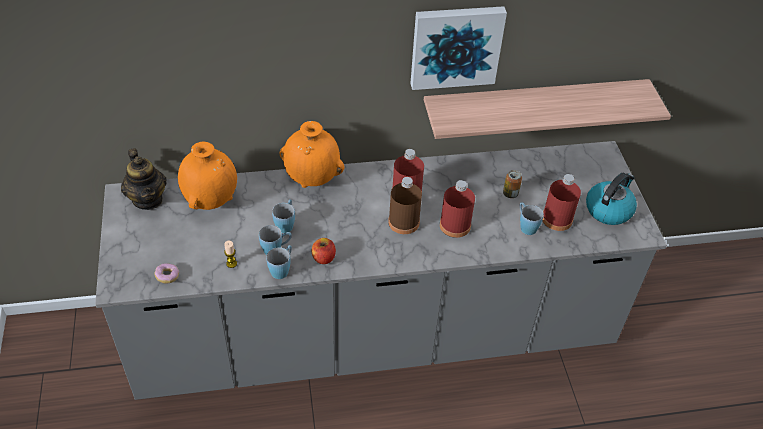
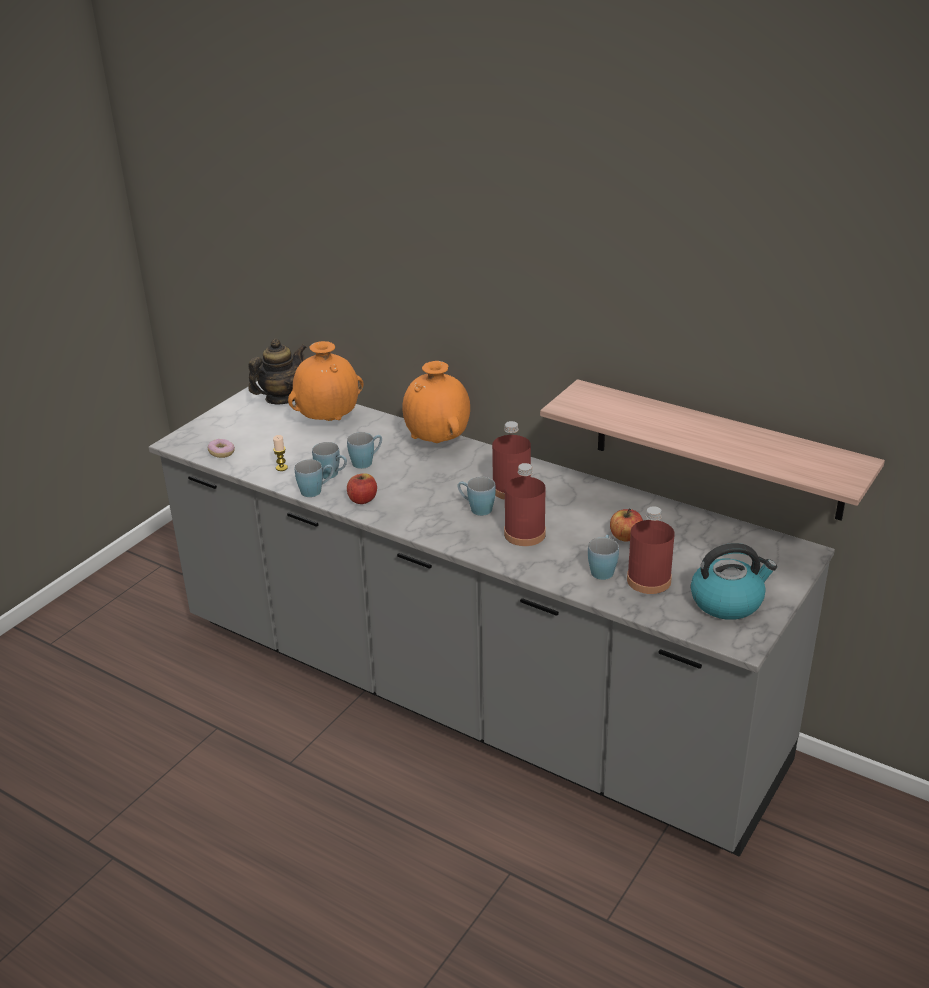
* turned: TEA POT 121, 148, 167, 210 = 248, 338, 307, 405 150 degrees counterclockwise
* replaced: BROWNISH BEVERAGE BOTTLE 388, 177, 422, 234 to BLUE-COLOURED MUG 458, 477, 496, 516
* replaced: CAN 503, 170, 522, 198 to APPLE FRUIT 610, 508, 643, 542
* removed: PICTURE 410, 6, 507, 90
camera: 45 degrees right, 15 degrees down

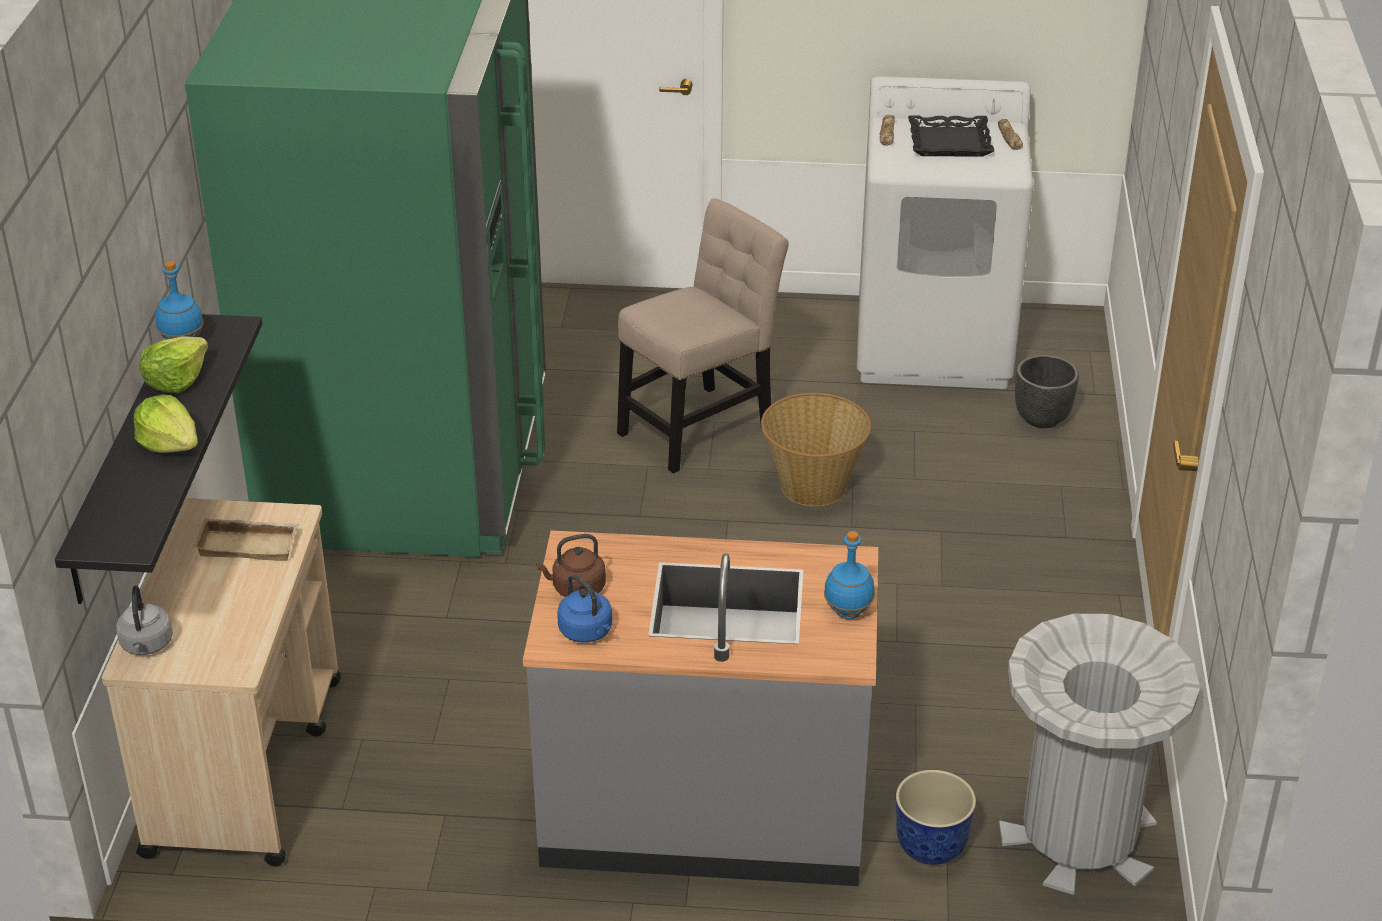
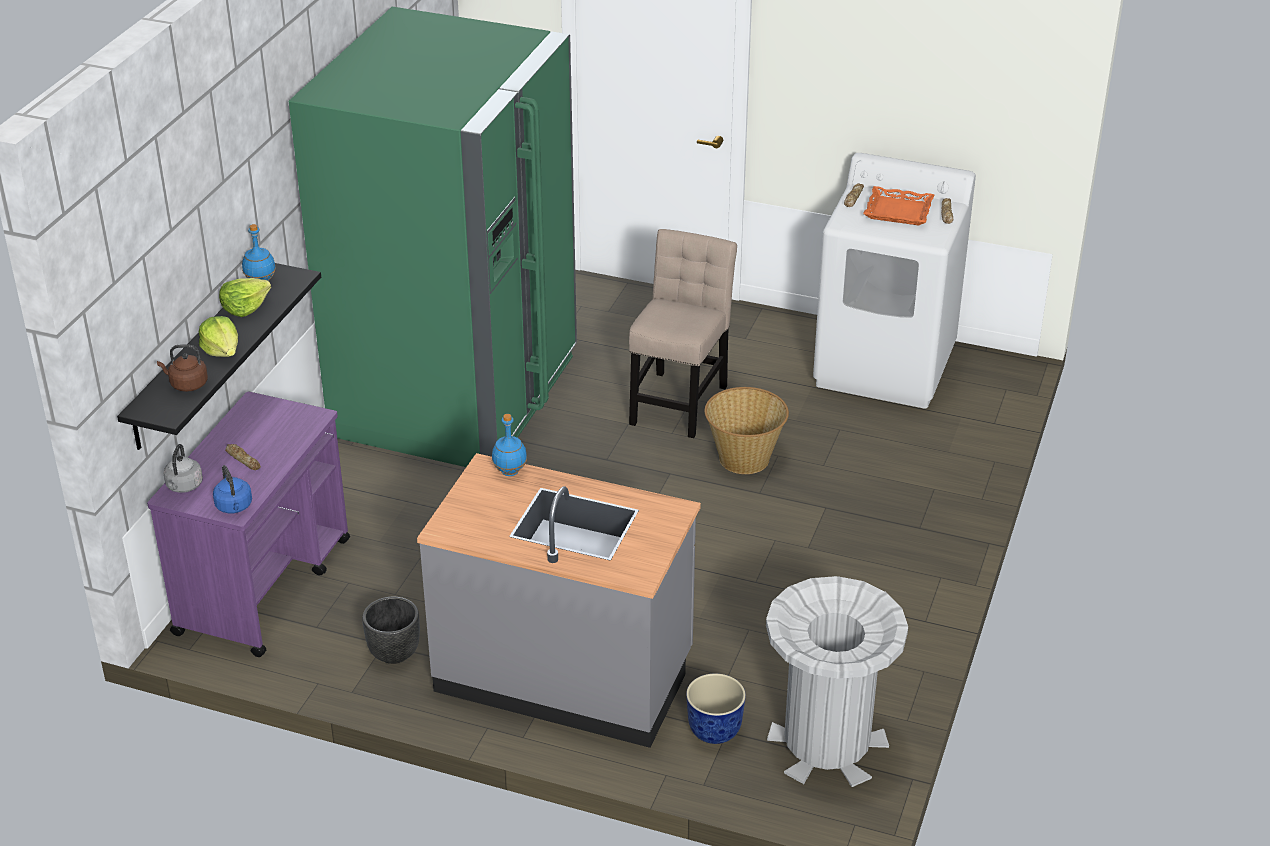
* recoloured: BEIGE WHEELED CART 102, 498, 341, 866 to PURPLISH WHEELED CART 147, 392, 350, 657
* moved: BROWNISH KETTLE 536, 534, 606, 597 to 157, 344, 208, 392
* moved: BLUE-COLOURED KETTLE 557, 574, 612, 643 to 213, 465, 252, 513
* added: BAKERY BREAD 225, 444, 261, 470
* moved: BLACK FLOWER POT 1015, 355, 1079, 428 to 362, 597, 420, 664
* moved: BLUE-COLOURED BEVERAGE BOTTLE 824, 531, 875, 619 to 492, 414, 527, 476
* turned: BEIGE UPRIGHT CHAIR 617, 198, 789, 473 = 629, 229, 737, 438 45 degrees counterclockwise
* recoloured: BLACK TRAY 908, 115, 994, 157 to ORANGEY TRAY 863, 186, 934, 225
* removed: BEIGE TRAY 192, 518, 299, 561
camera: 15 degrees right, 0 degrees up

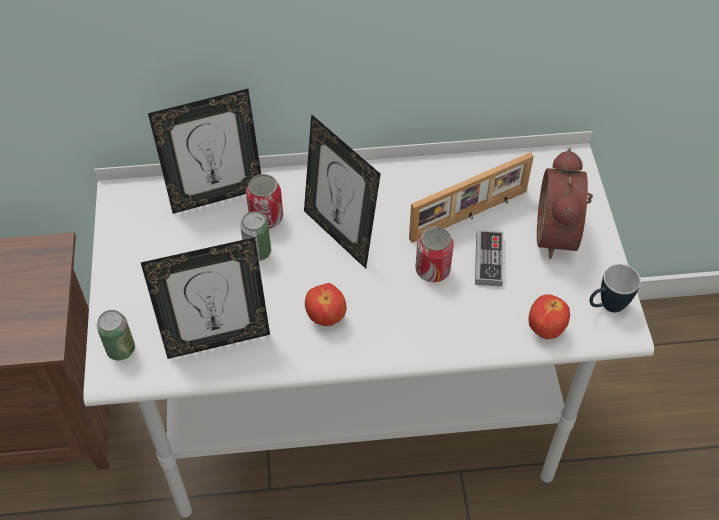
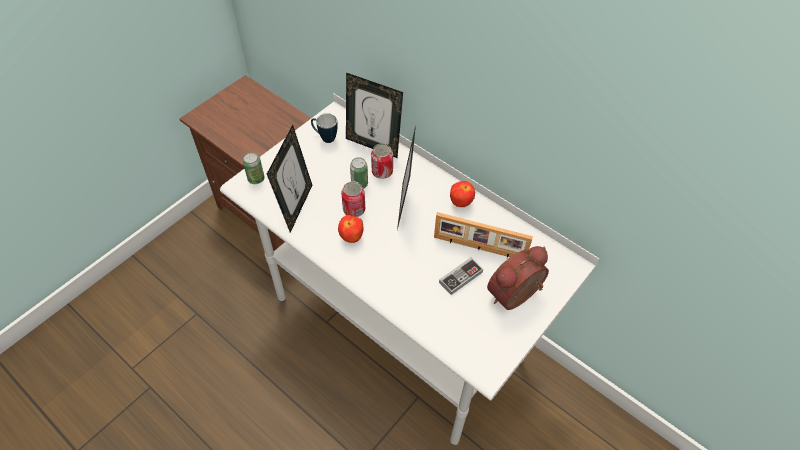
* turned: PHOTO FRAME 141, 237, 270, 359 = 267, 125, 312, 233 105 degrees counterclockwise
* moved: MUG 589, 264, 641, 313 to 311, 113, 338, 143
* moved: CAN 415, 226, 454, 282 to 341, 181, 365, 217
* moved: APPLE FRUIT 528, 294, 570, 339 to 450, 181, 475, 207
camera: 45 degrees right, 0 degrees up

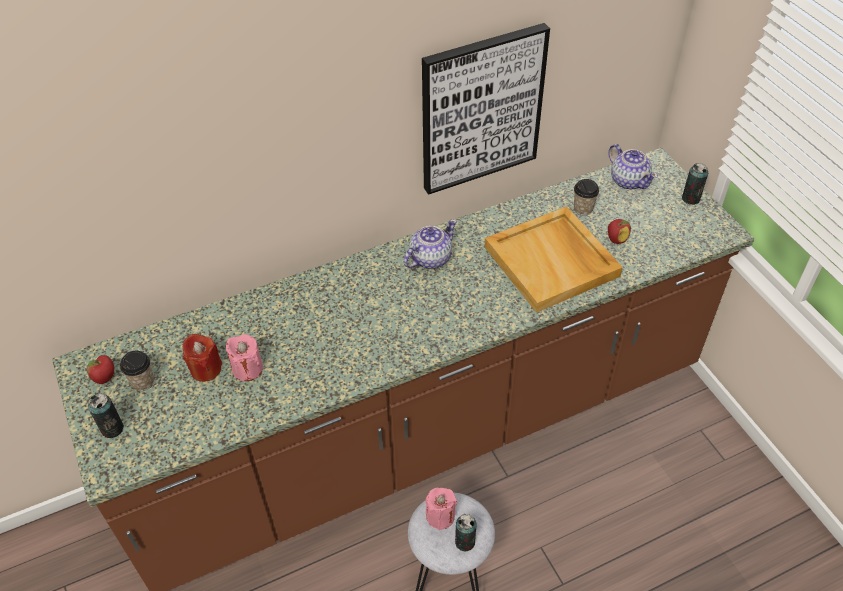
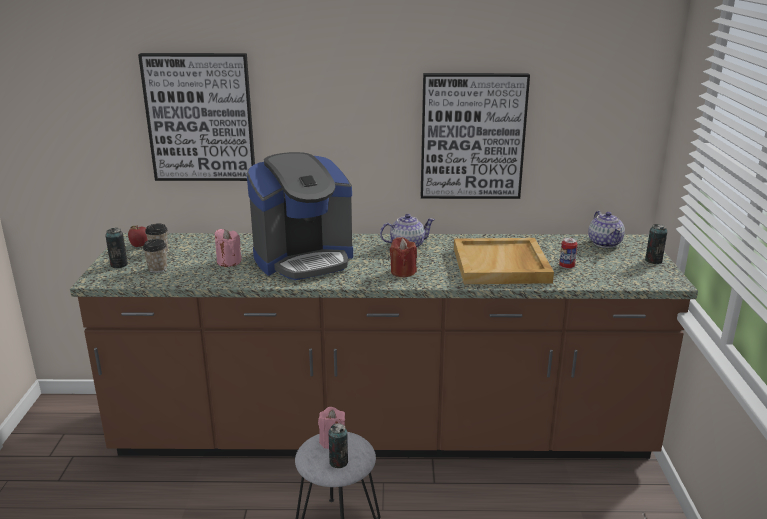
* added: PICTURE 138, 53, 255, 181
* moved: CUP 574, 179, 599, 216 to 143, 239, 167, 273
* added: COFFEE MACHINE 247, 152, 353, 280
* moved: RED-COLOURED CANDLE 183, 334, 222, 382 to 390, 237, 417, 277
* replaced: APPLE FRUIT 608, 219, 631, 244 to CAN 559, 238, 578, 269
camera: 25 degrees right, 25 degrees down

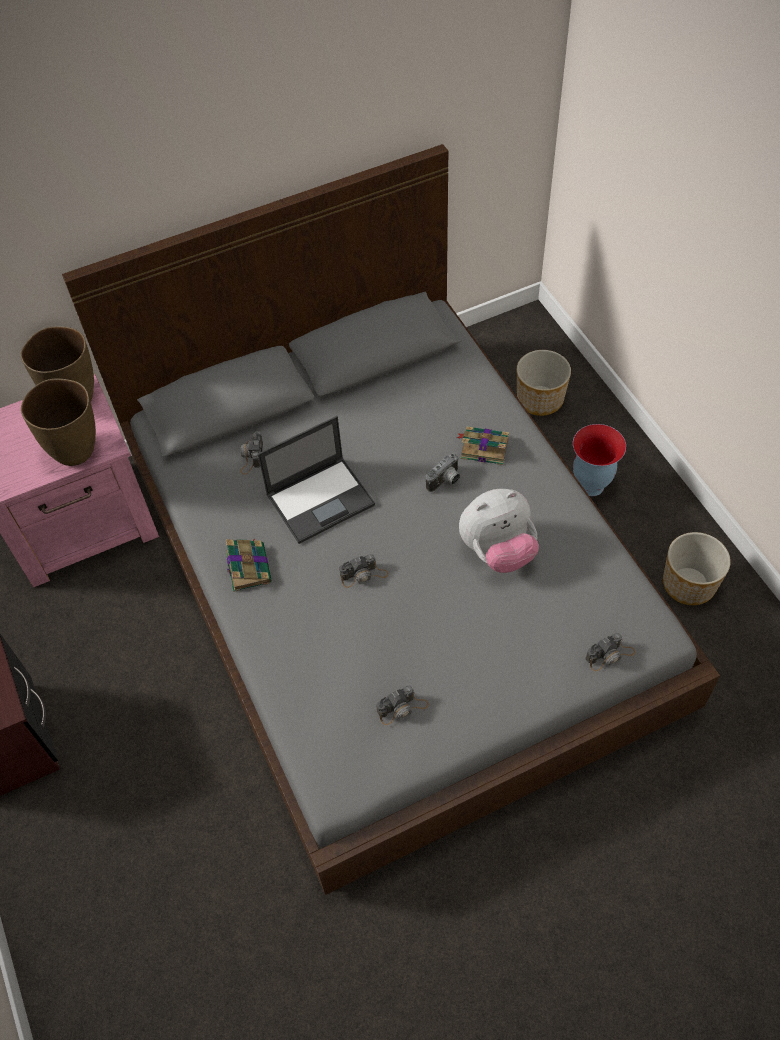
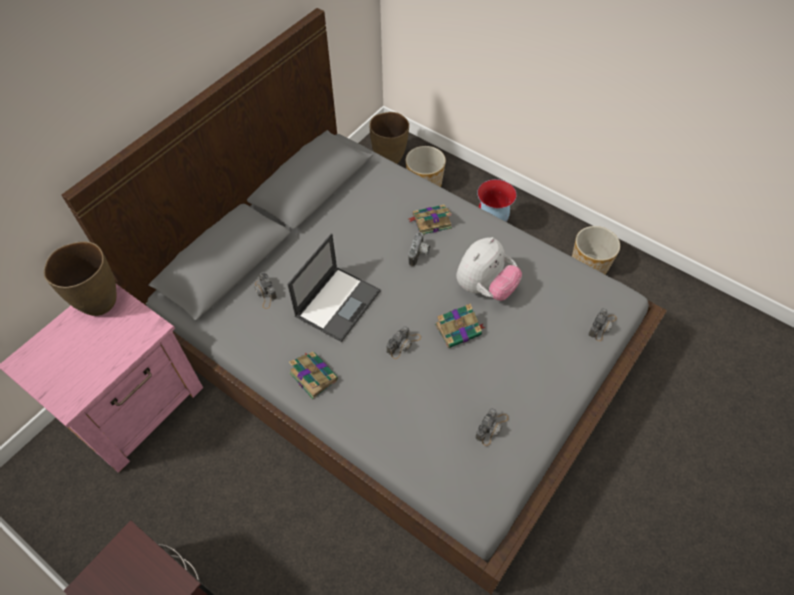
* moved: BROWNISH FLOWER VASE 21, 379, 96, 466 to 369, 112, 409, 164
* added: BOUND BOOK 435, 303, 485, 348
camera: 30 degrees left, 0 degrees up

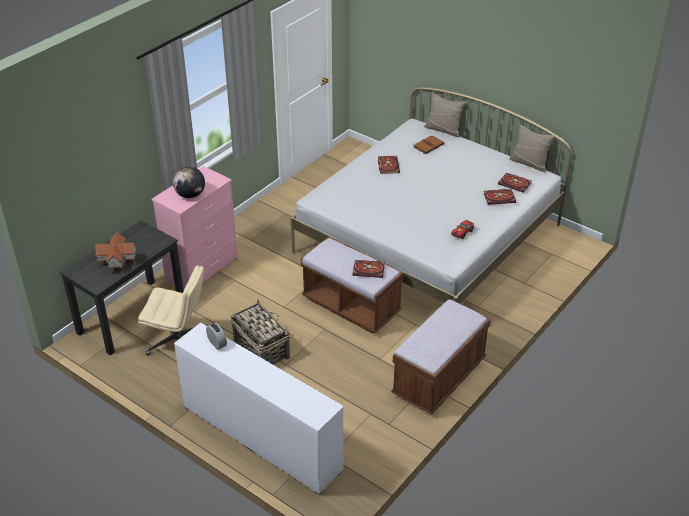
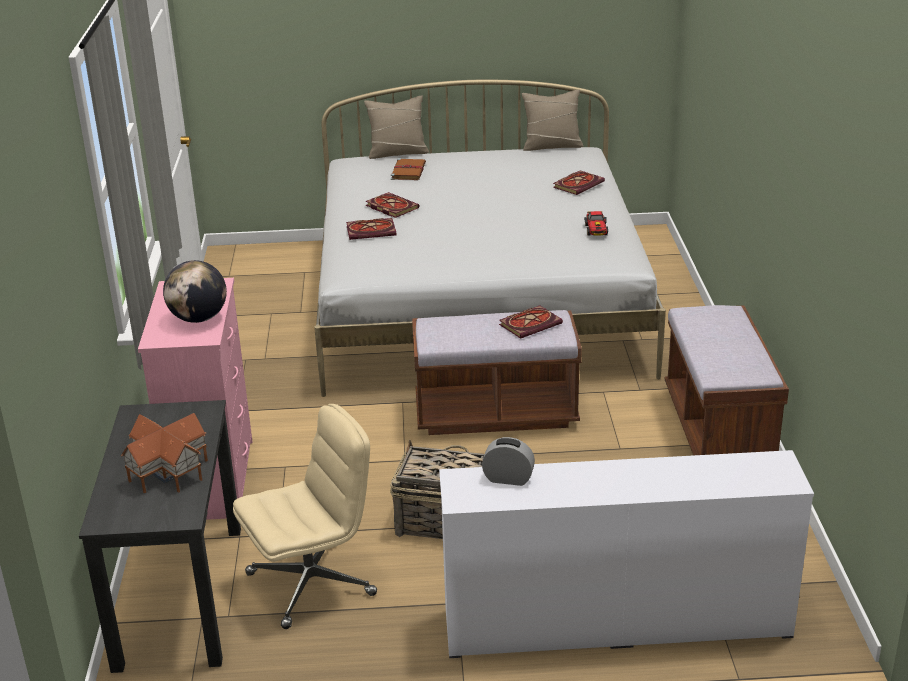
* moved: BOUND BOOK 498, 173, 531, 193 to 346, 218, 396, 240
camera: 40 degrees left, 10 degrees down

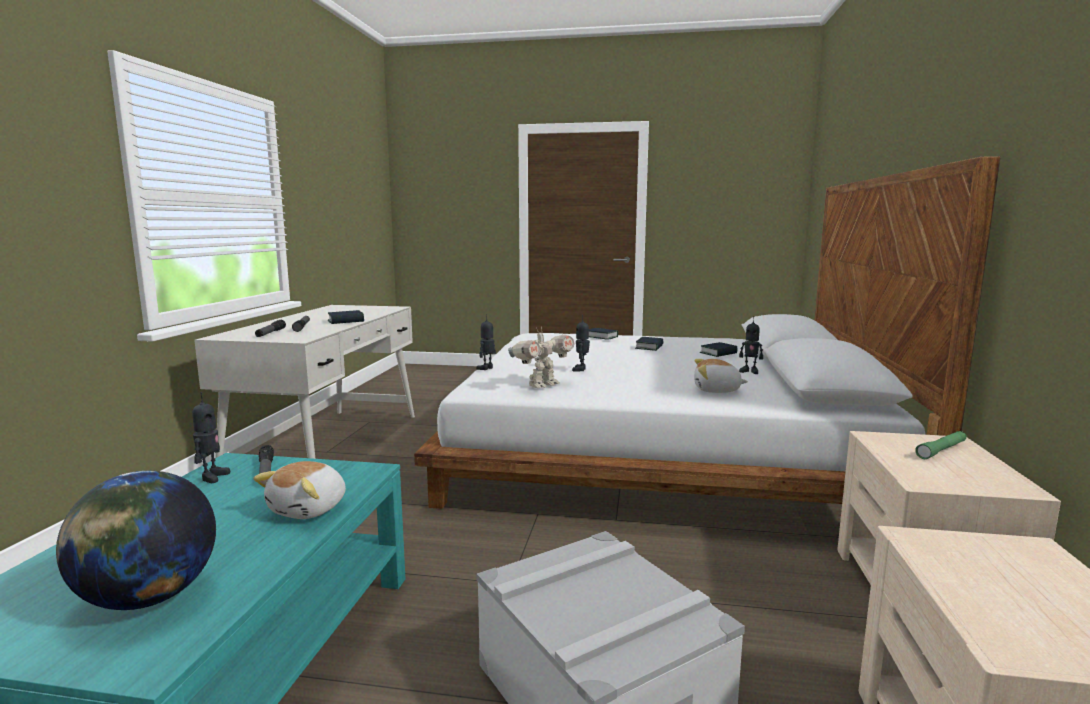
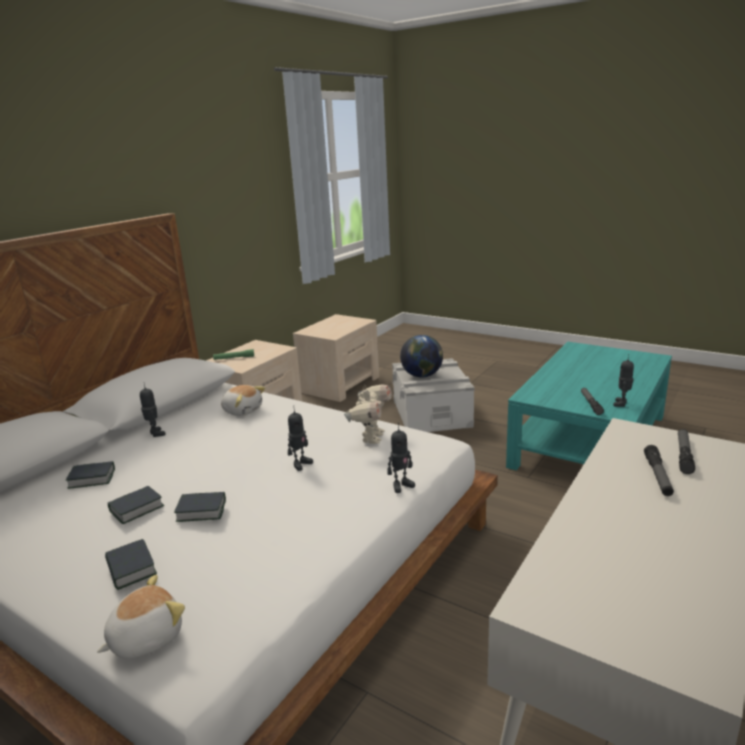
* moved: PLUSH TOY 253, 461, 346, 519 to 97, 575, 185, 659
* moved: BOUND BOOK 328, 310, 364, 324 to 174, 492, 226, 522
* turned: MODEL ROBOT 508, 327, 575, 388 = 344, 384, 392, 444 120 degrees clockwise
* moved: WORLD GLOBE 56, 471, 216, 610 to 400, 335, 443, 378
camera: 155 degrees left, 10 degrees up

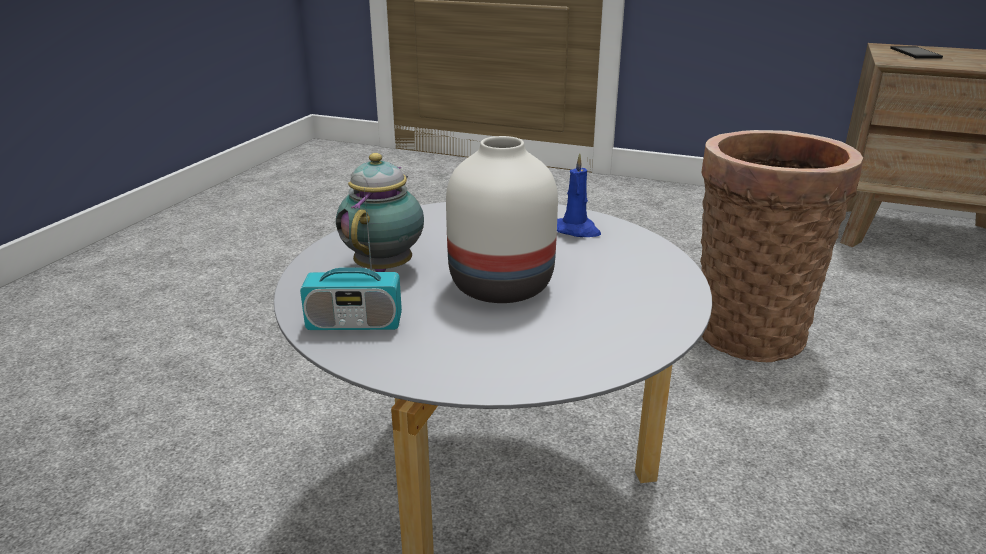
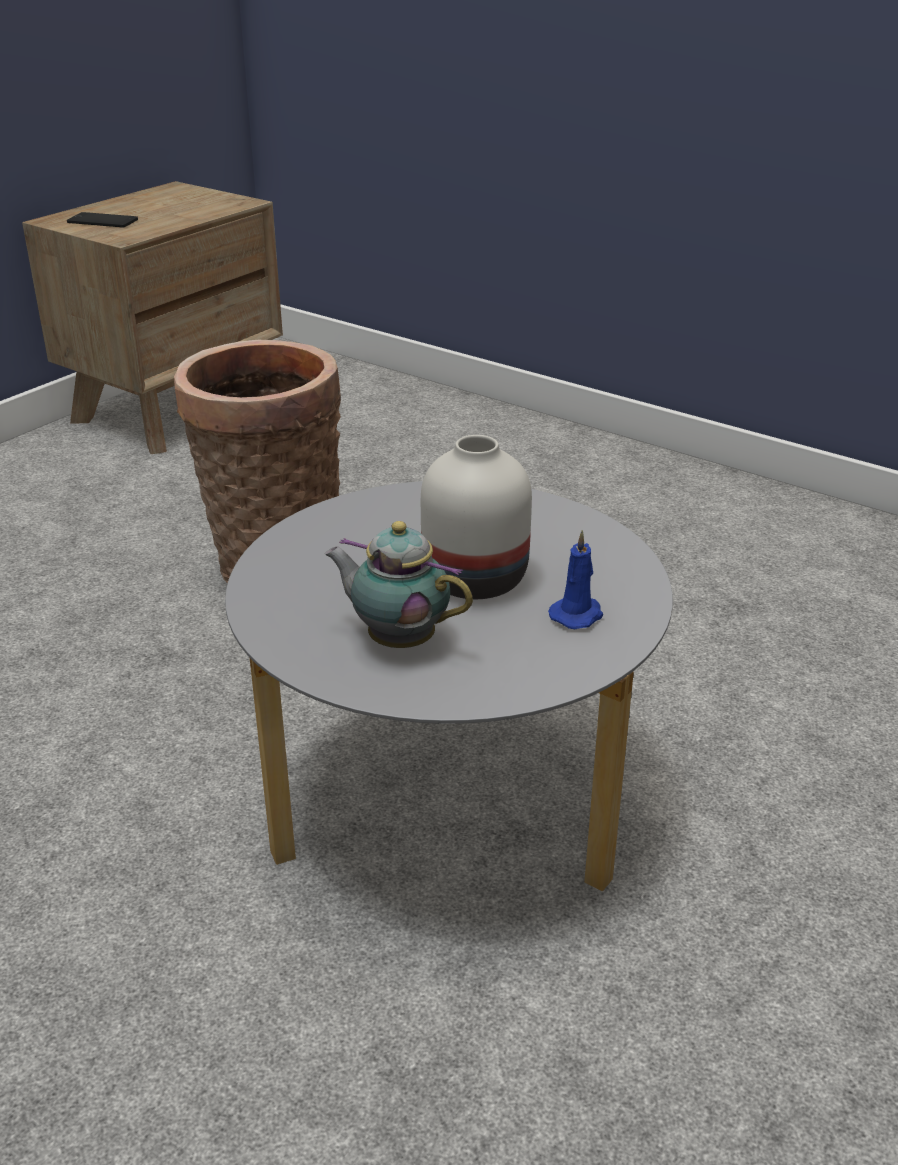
* moved: BLUE-COLOURED CANDLE 557, 154, 601, 237 to 548, 530, 603, 629
* removed: RADIO 300, 188, 402, 330
camera: 75 degrees left, 5 degrees up

